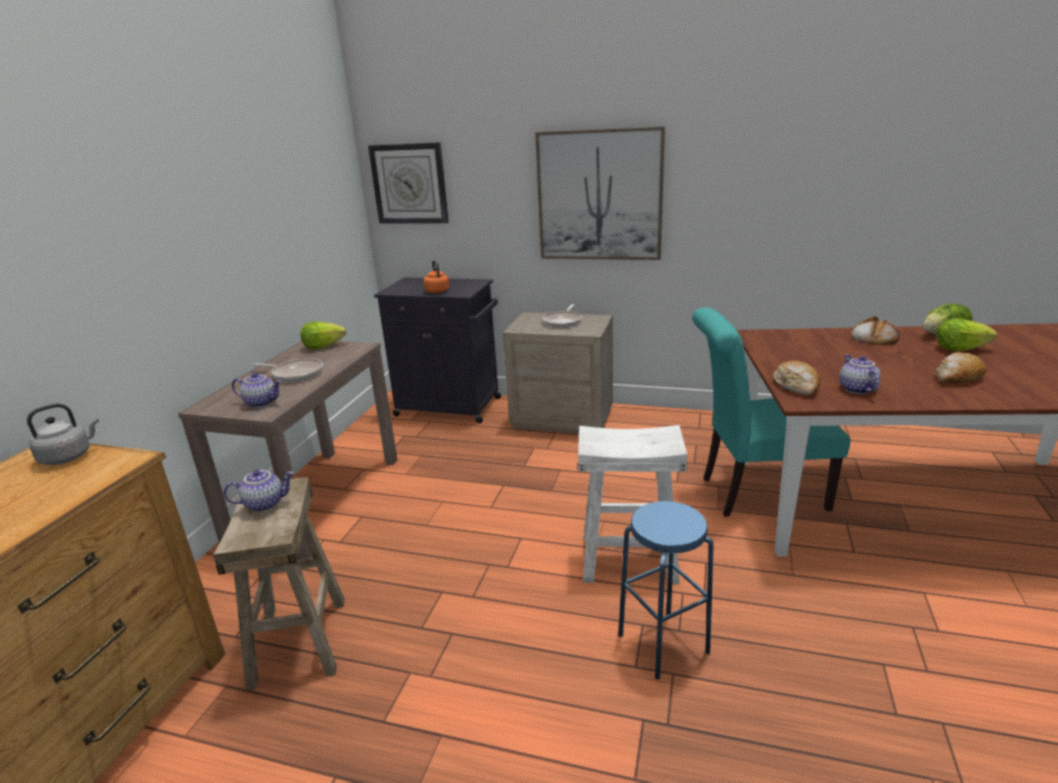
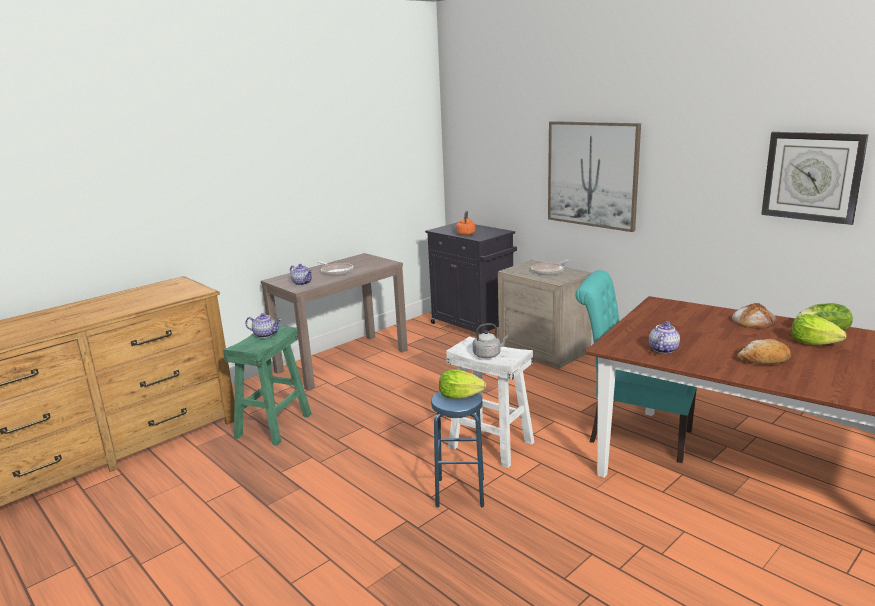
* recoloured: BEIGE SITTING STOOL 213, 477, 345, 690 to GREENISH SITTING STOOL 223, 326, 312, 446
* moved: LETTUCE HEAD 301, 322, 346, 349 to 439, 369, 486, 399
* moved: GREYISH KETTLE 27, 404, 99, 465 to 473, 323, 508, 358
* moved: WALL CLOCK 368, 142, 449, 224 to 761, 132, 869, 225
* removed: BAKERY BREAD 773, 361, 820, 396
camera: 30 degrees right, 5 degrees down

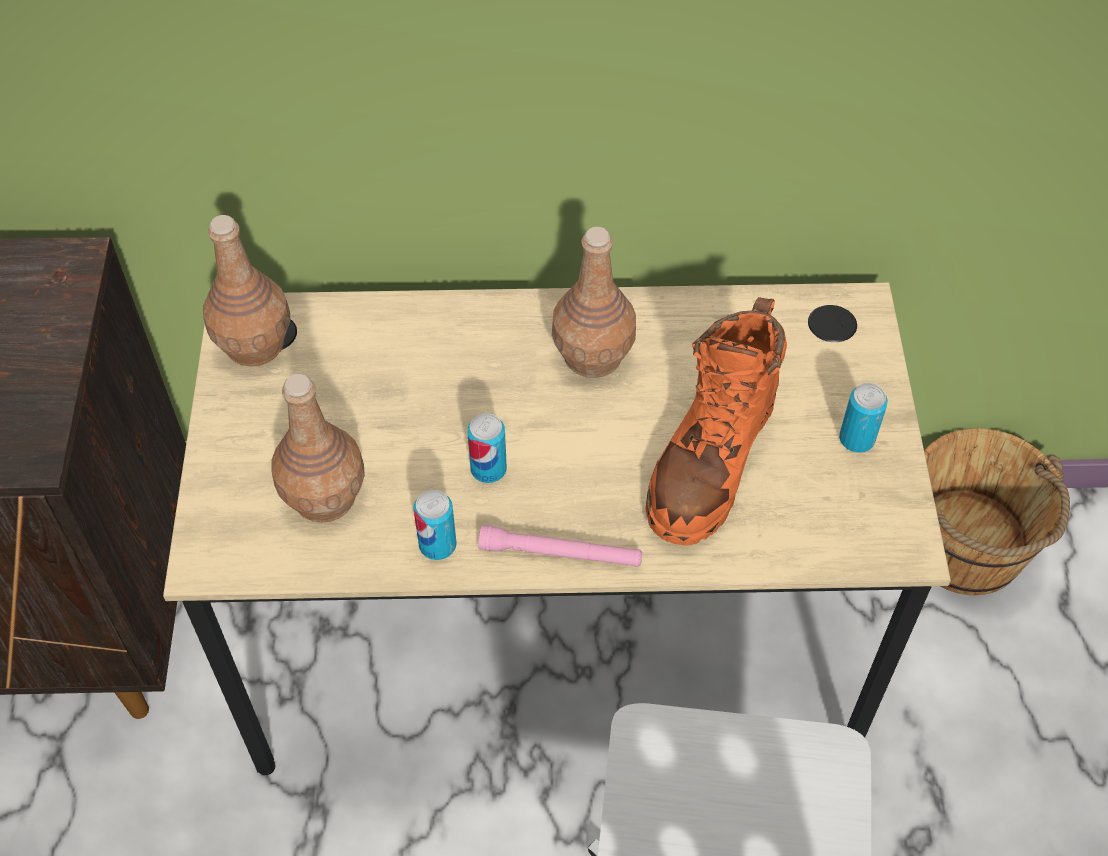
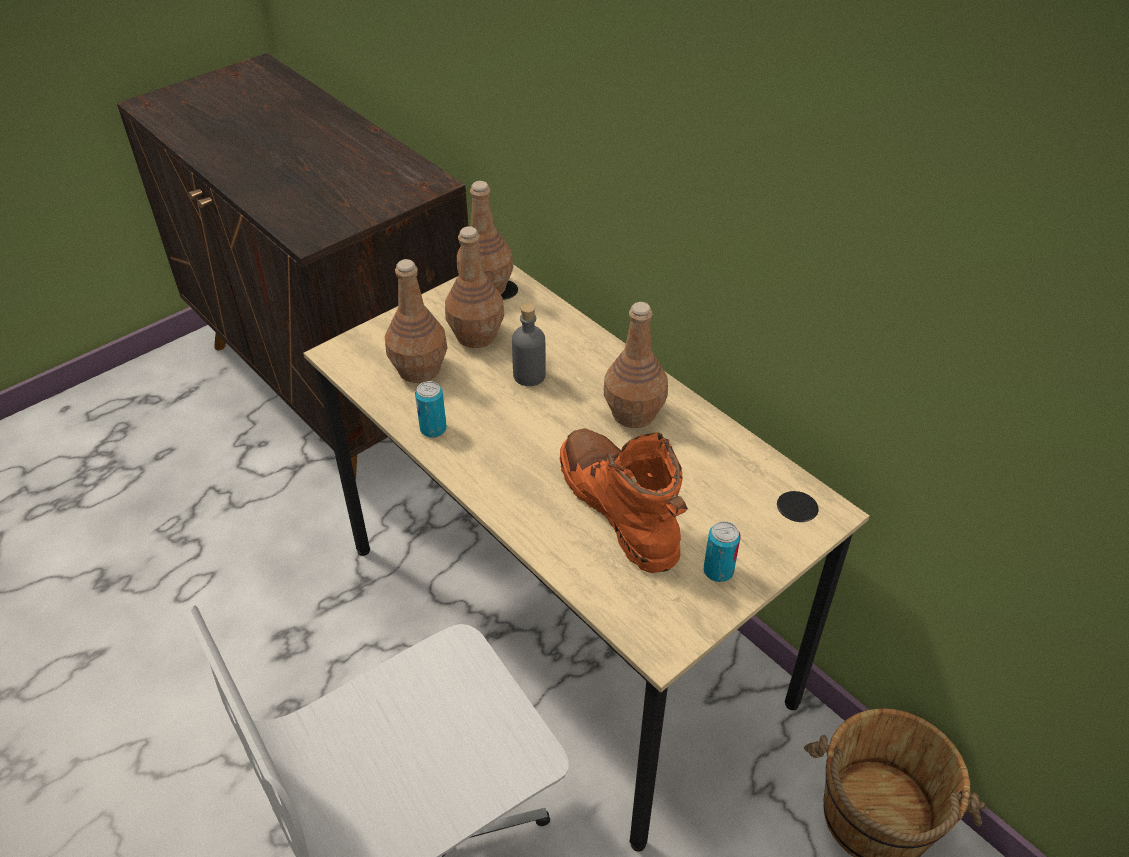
* added: BROWNISH BEVERAGE BOTTLE 445, 226, 504, 348
* added: GREYISH BEVERAGE BOTTLE 512, 303, 546, 386
* turned: ORANGEY TALL BOOT 645, 297, 787, 546 = 559, 428, 688, 573 75 degrees clockwise
* removed: CAN 467, 413, 507, 483
* removed: PINK-COLOURED FLASHLIGHT 478, 525, 642, 567
camera: 50 degrees right, 10 degrees down

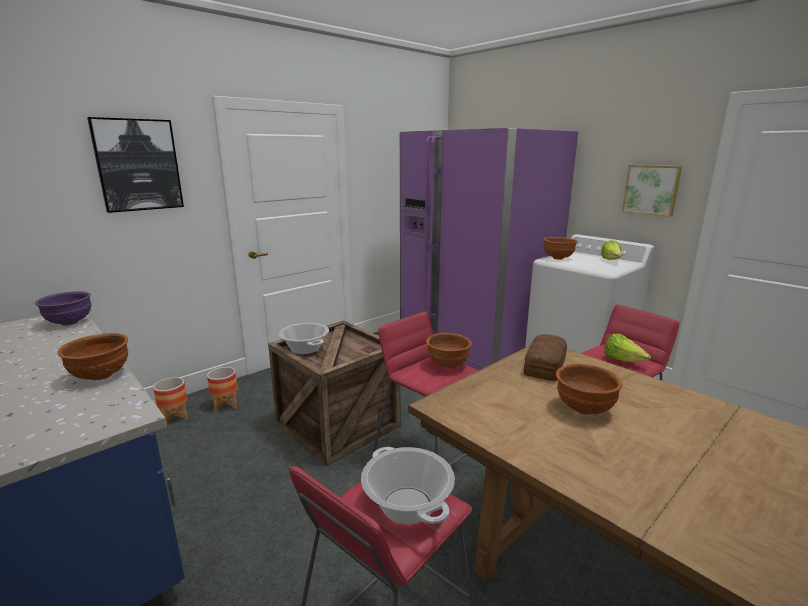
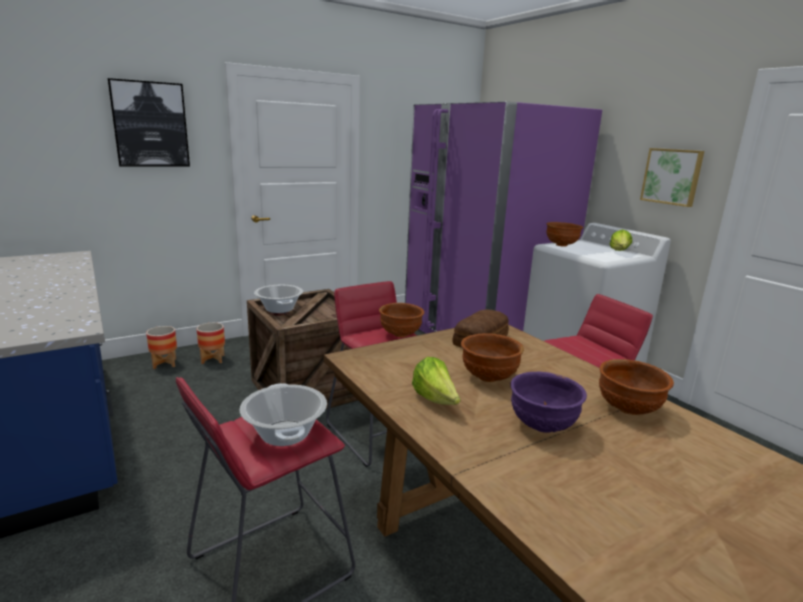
* moved: LETTUCE HEAD 604, 333, 651, 362 to 412, 357, 461, 405
* moved: PURPLISH BOWL 35, 291, 91, 326 to 511, 372, 587, 433
* moved: BROWNISH BOWL 57, 333, 128, 380 to 599, 359, 674, 415
camera: 10 degrees right, 0 degrees up

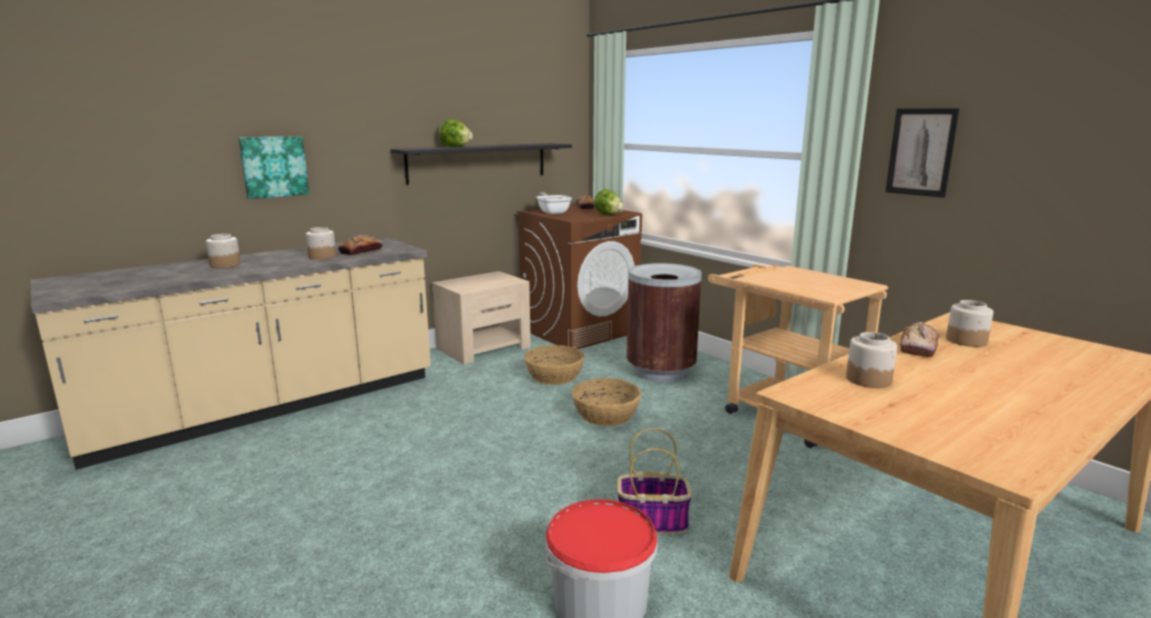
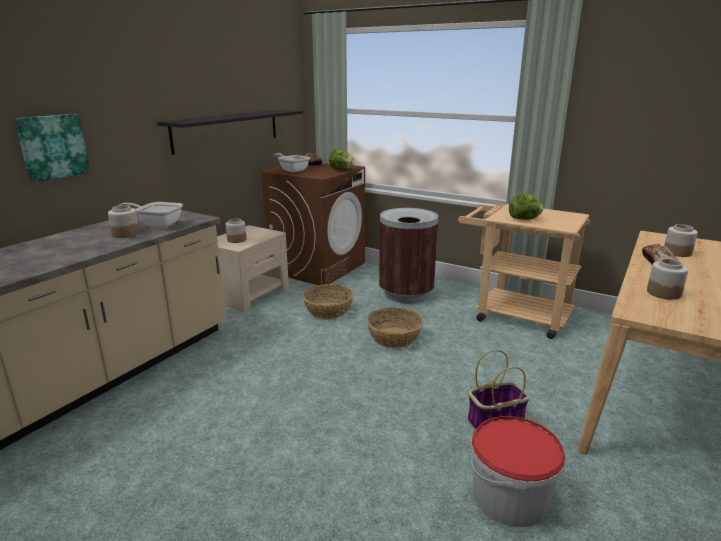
* replaced: BAKERY BREAD 338, 235, 382, 255 to PAN 119, 202, 183, 228
* moved: STORAGE JAR 206, 234, 241, 268 to 226, 218, 246, 243
* moved: LETTUCE HEAD 438, 119, 473, 147 to 509, 194, 543, 220
* removed: PICTURE 886, 108, 960, 198
camera: 20 degrees left, 5 degrees up

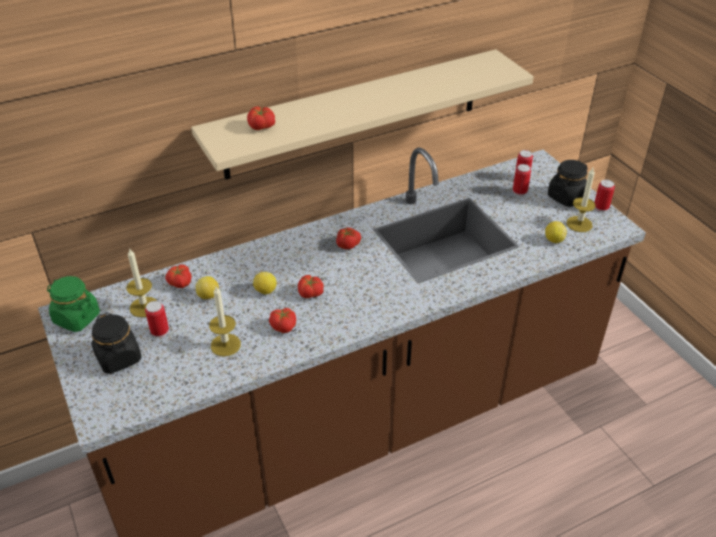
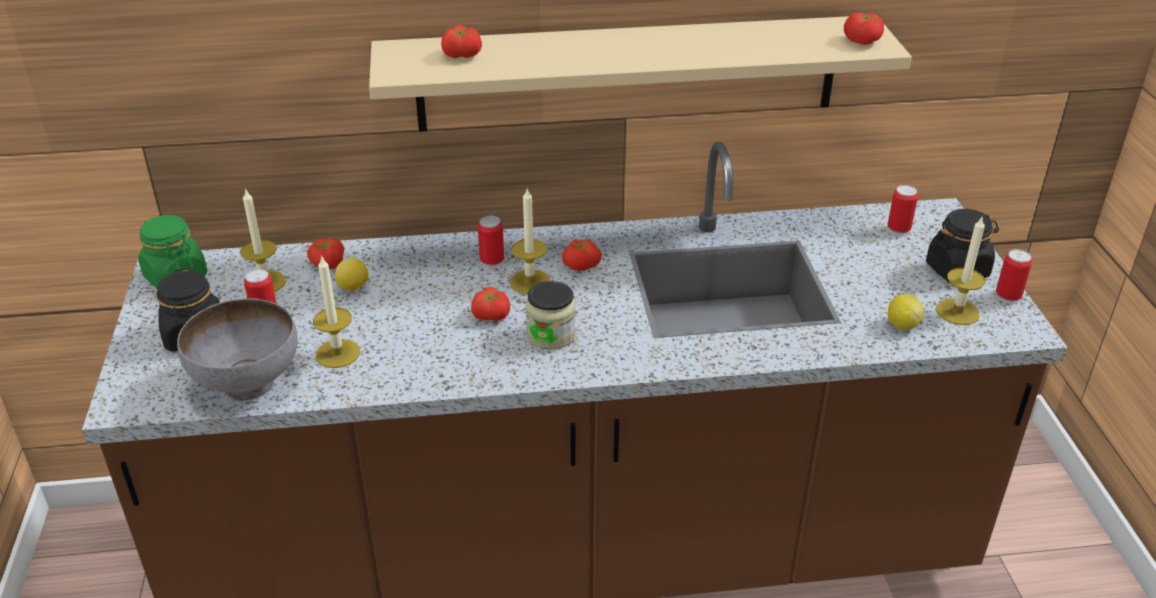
* added: GREYISH BOWL 177, 299, 298, 401
* moved: CAN 513, 164, 531, 196 to 478, 216, 504, 268
* added: CANDLE 510, 187, 550, 294
* added: STORAGE JAR 526, 281, 576, 350
* moved: TOMATO 269, 308, 296, 333 to 844, 12, 884, 45
* removed: WHOLE LEMON 253, 272, 277, 295
camera: 20 degrees right, 5 degrees down

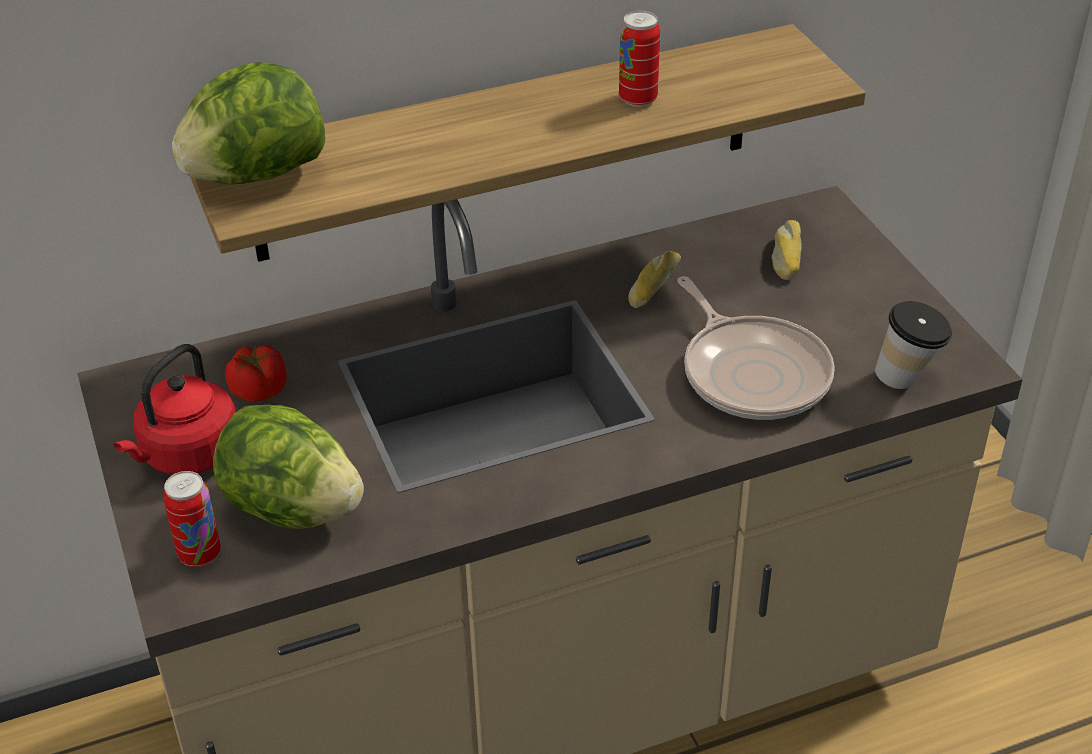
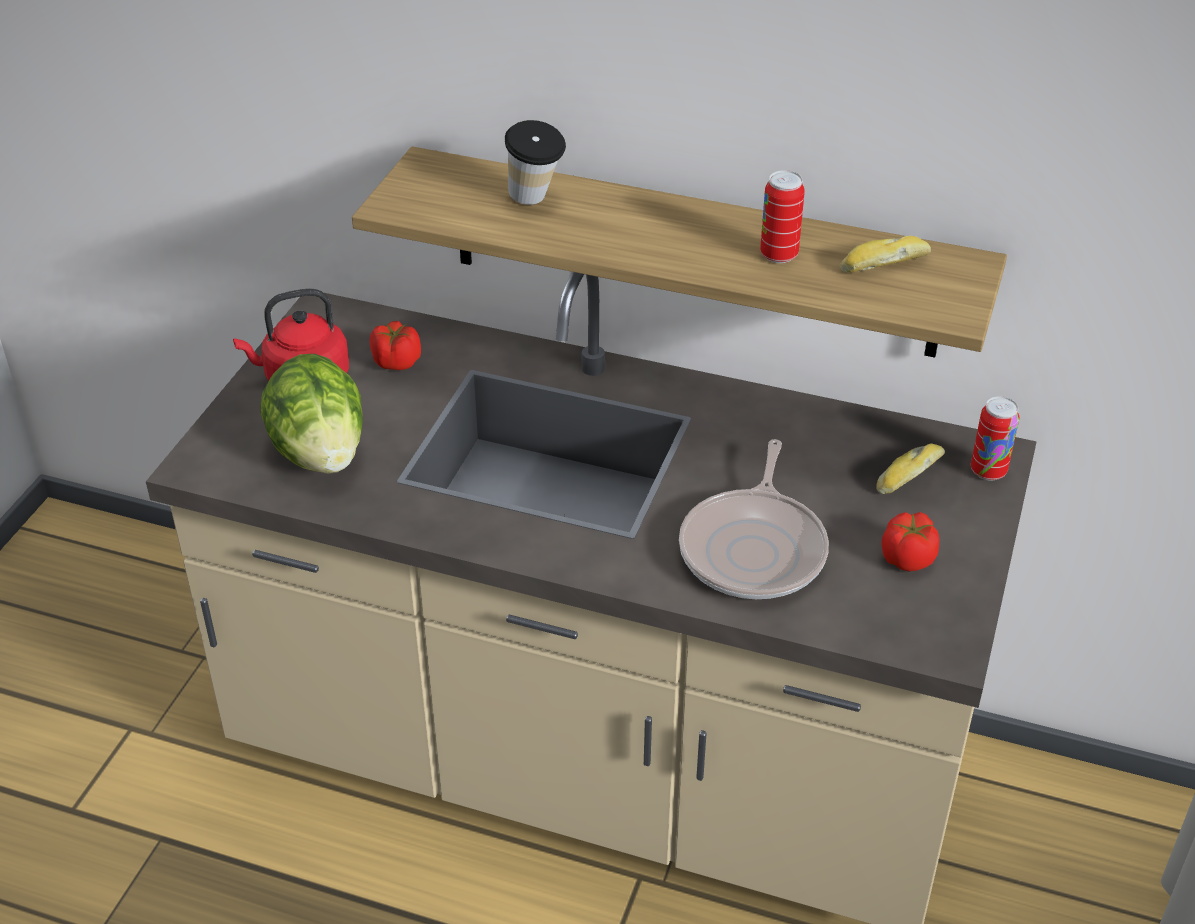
* moved: CUP 875, 301, 952, 389 to 505, 120, 566, 205
* moved: BAKERY BREAD 629, 251, 681, 308 to 840, 236, 931, 273
* added: TOMATO 881, 512, 939, 572
* moved: CAN 163, 471, 221, 567 to 971, 396, 1019, 480
* removed: LETTUCE HEAD 172, 62, 325, 184
camera: 40 degrees right, 0 degrees up

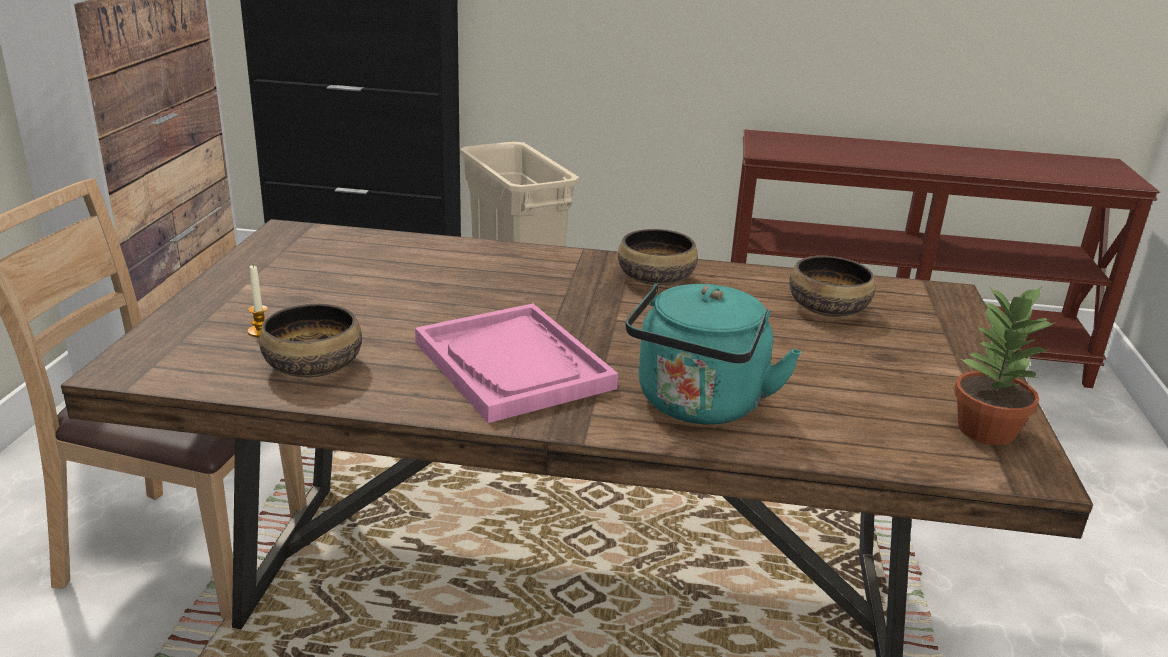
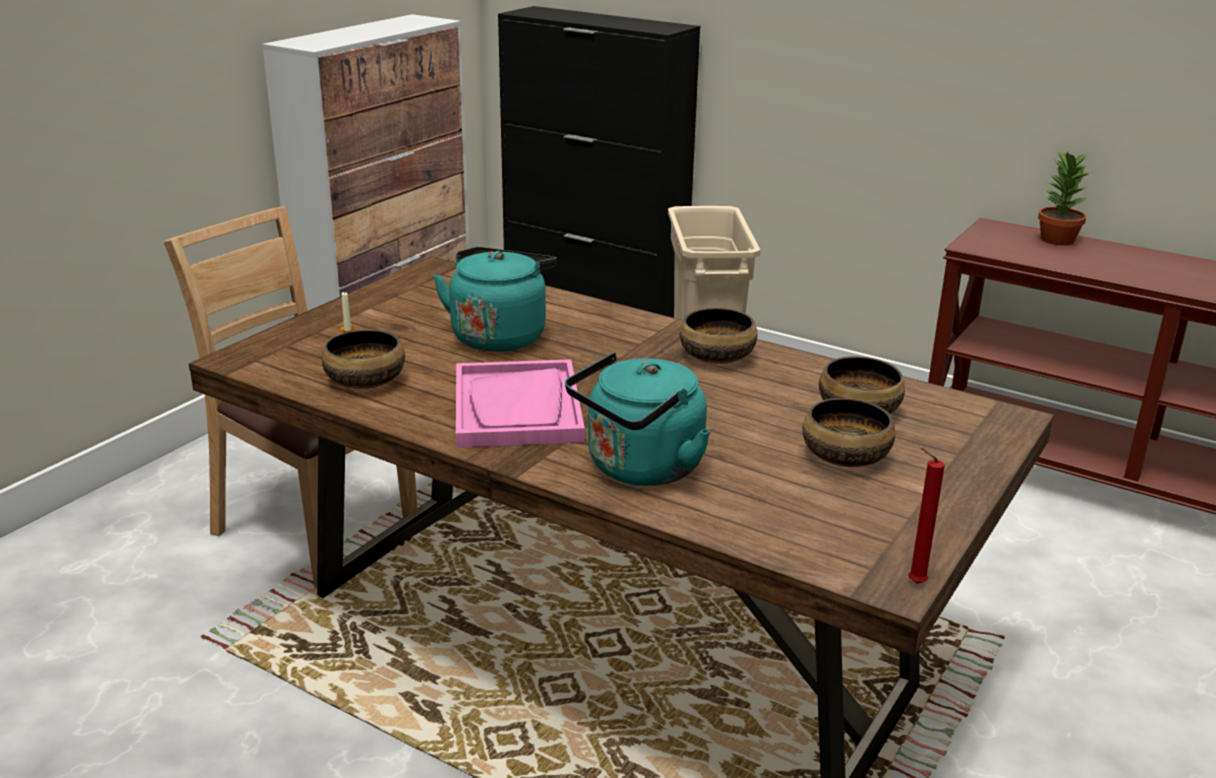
* added: TURQUOISE-COLOURED KETTLE 433, 247, 557, 352
* added: BOWL 802, 398, 895, 467
* added: RED-COLOURED CANDLE 908, 448, 945, 584
* moved: HOUSEPLANT 954, 286, 1056, 445 to 1038, 151, 1093, 245
camera: 25 degrees right, 0 degrees up

